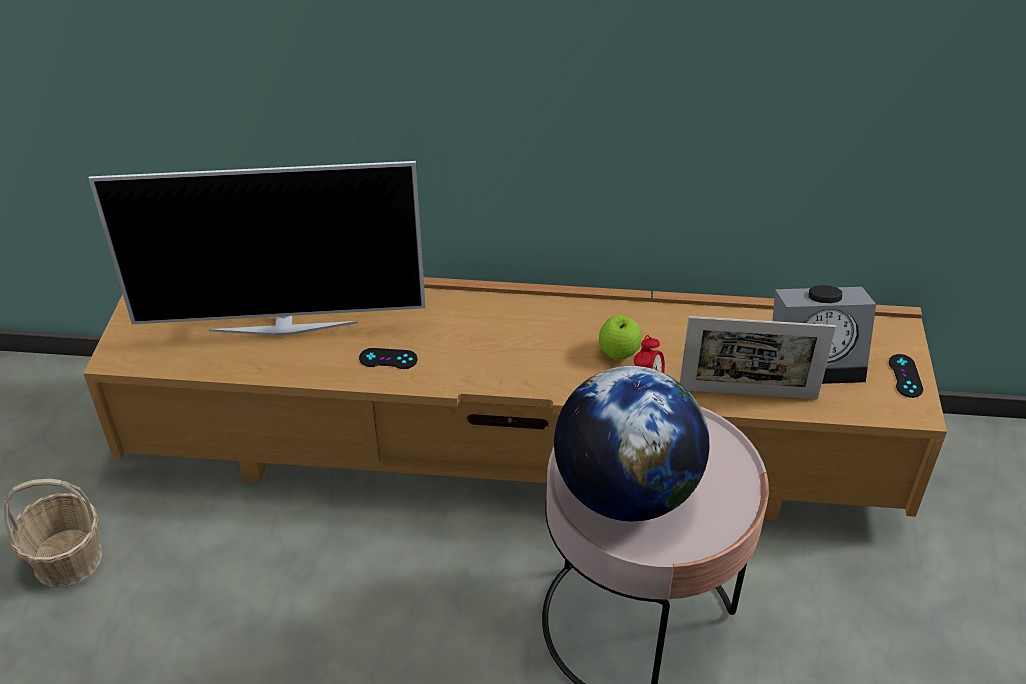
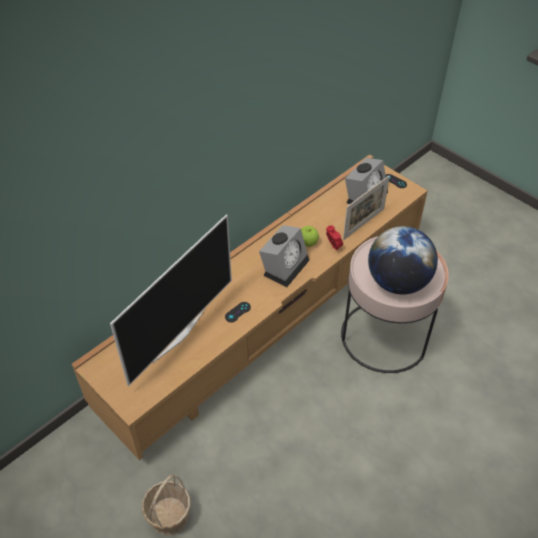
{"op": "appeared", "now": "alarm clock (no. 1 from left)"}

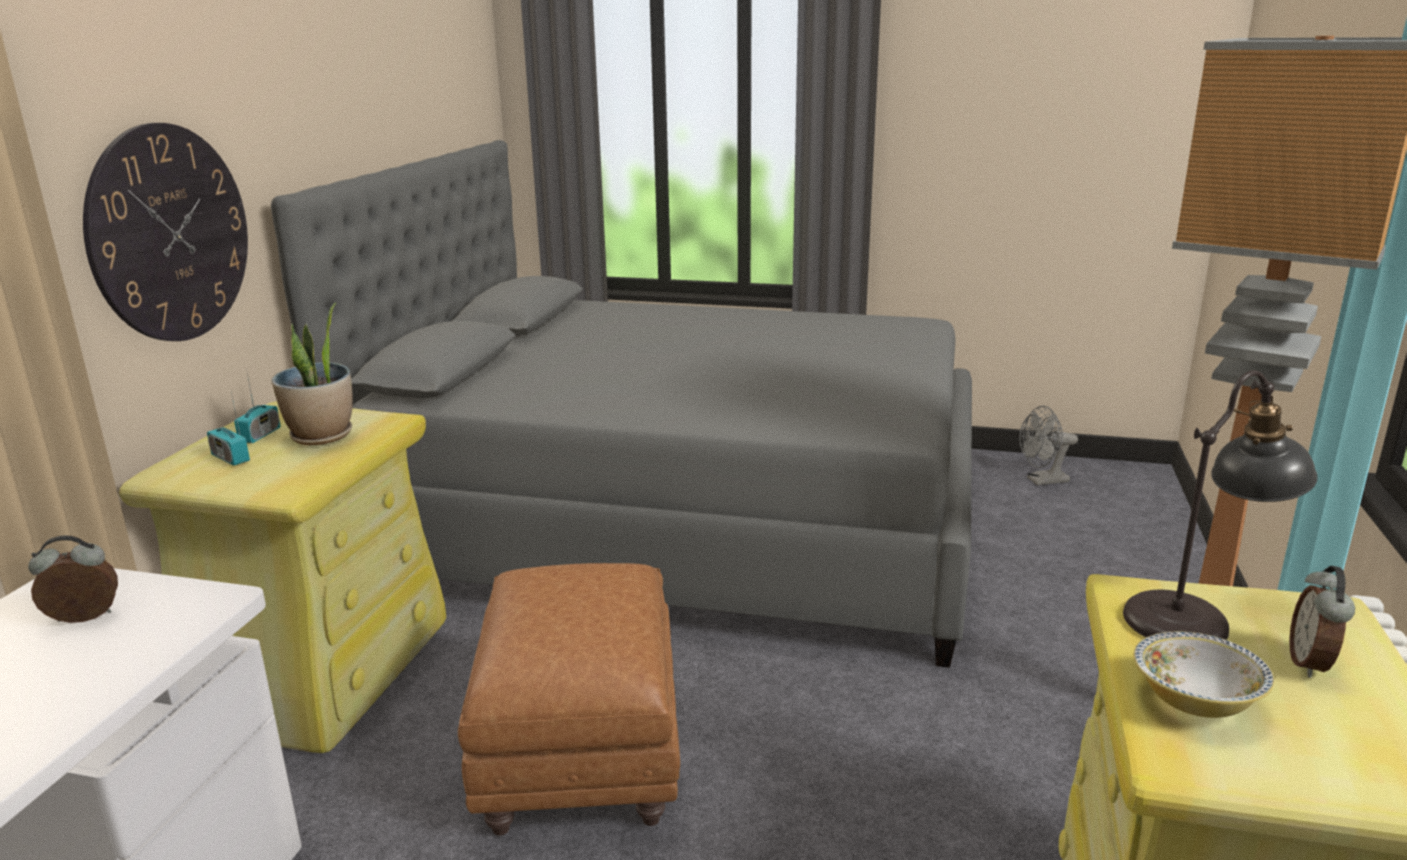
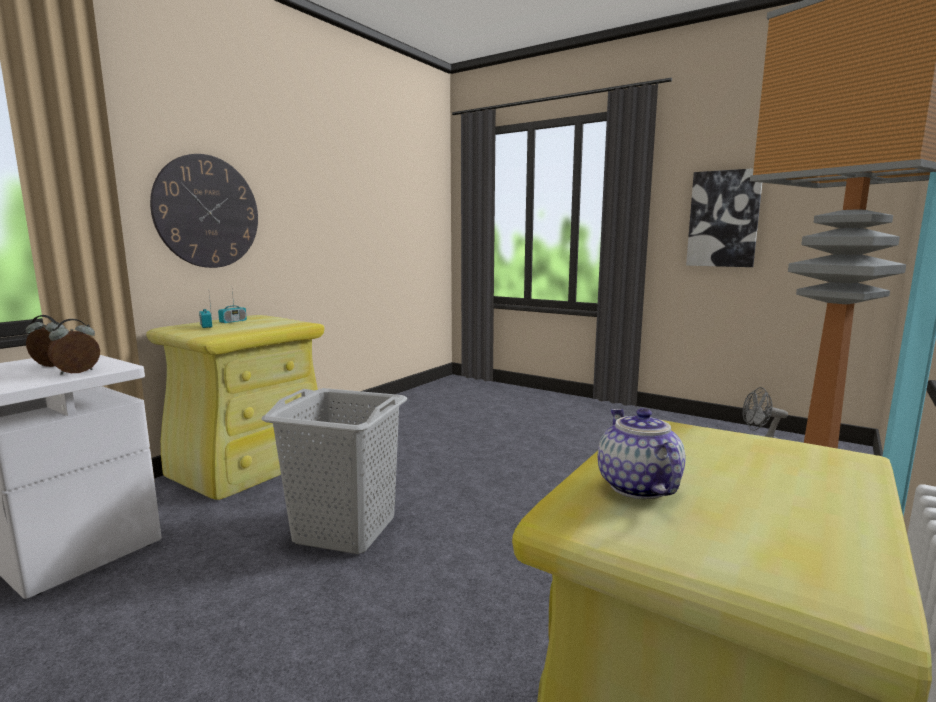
{"op": "missing", "was": "bed (grey)"}
{"op": "missing", "was": "potted plant"}
{"op": "exchanged", "was": "ottoman (brown)", "now": "laundry basket (grey)"}
{"op": "missing", "was": "table lamp (grey)"}
{"op": "exchanged", "was": "bowl", "now": "teapot"}
{"op": "relocated", "was": "alarm clock (no. 2 from left)"}
{"op": "appeared", "now": "picture"}

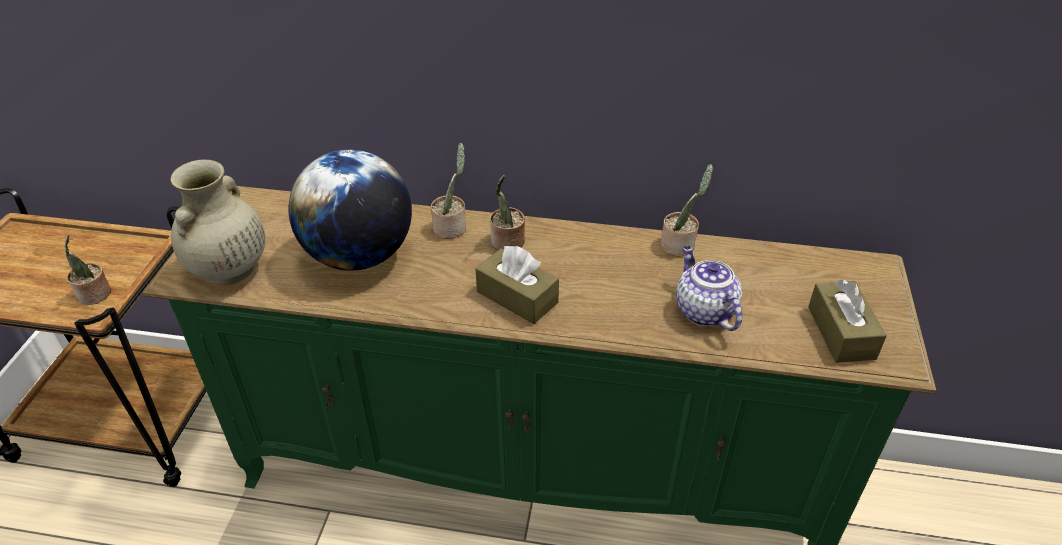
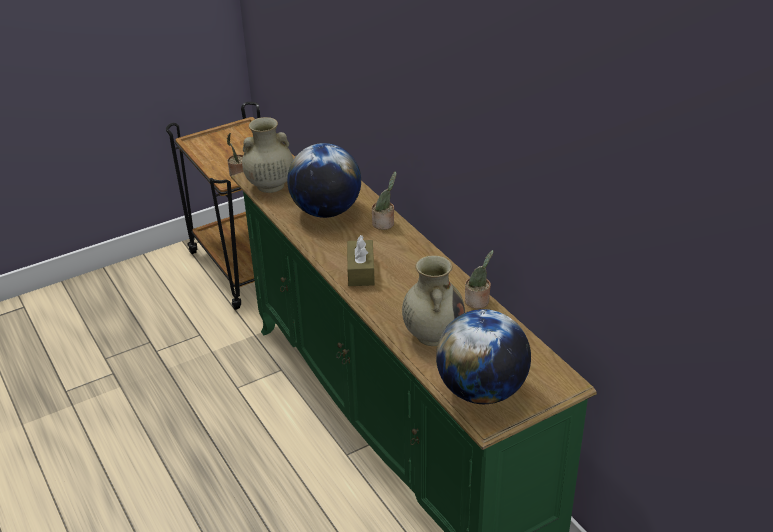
{"op": "missing", "was": "potted plant (no. 3 from left)"}
{"op": "exchanged", "was": "teapot", "now": "vase (beige) (no. 2 from left)"}
{"op": "exchanged", "was": "tissue box (brown) (no. 2 from left)", "now": "globe (no. 2 from left)"}

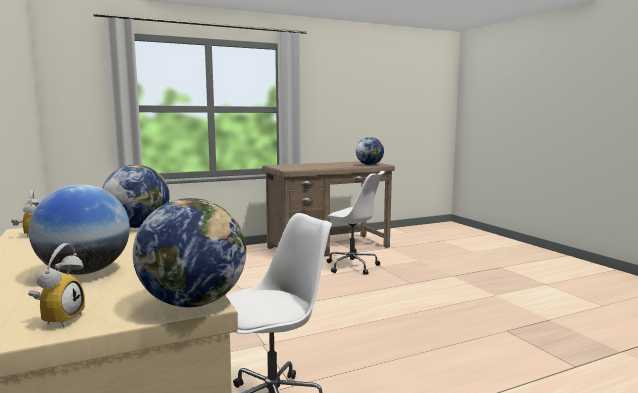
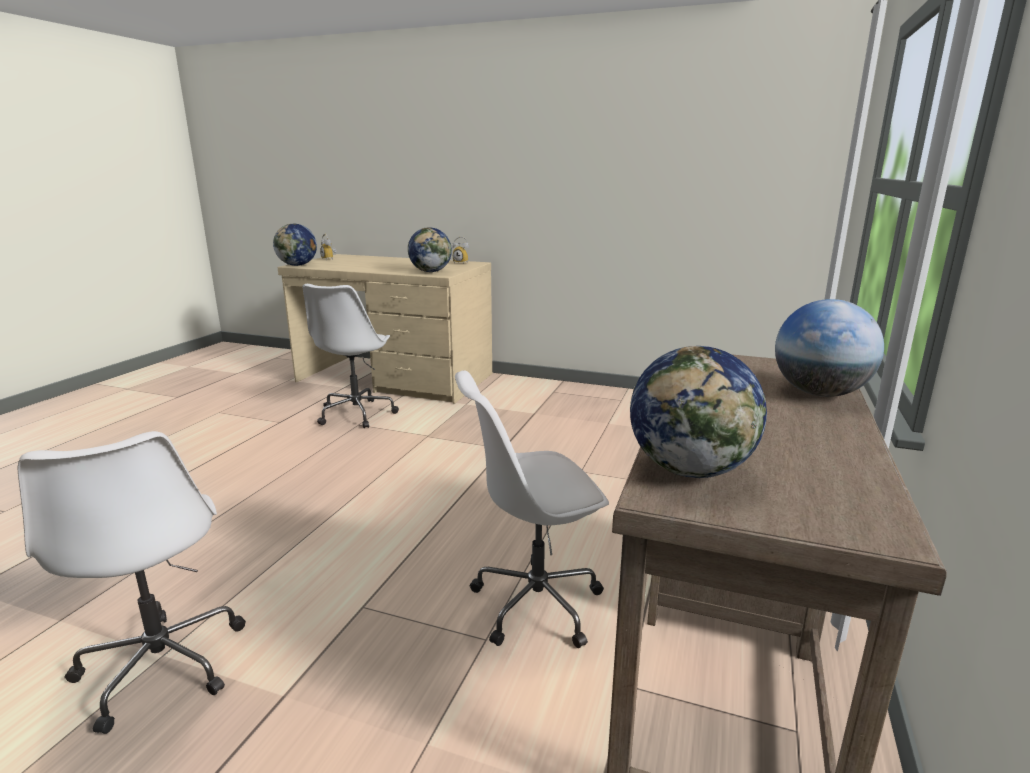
{"op": "relocated", "was": "globe (no. 1 from left in the first image)", "now": "globe (no. 4 from left)"}
{"op": "appeared", "now": "office chair (white) (no. 1 from left)"}

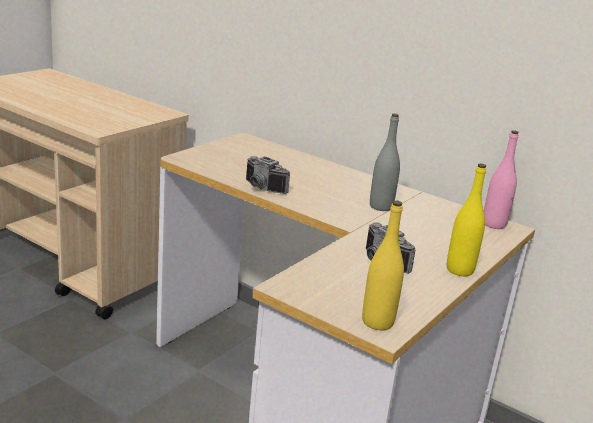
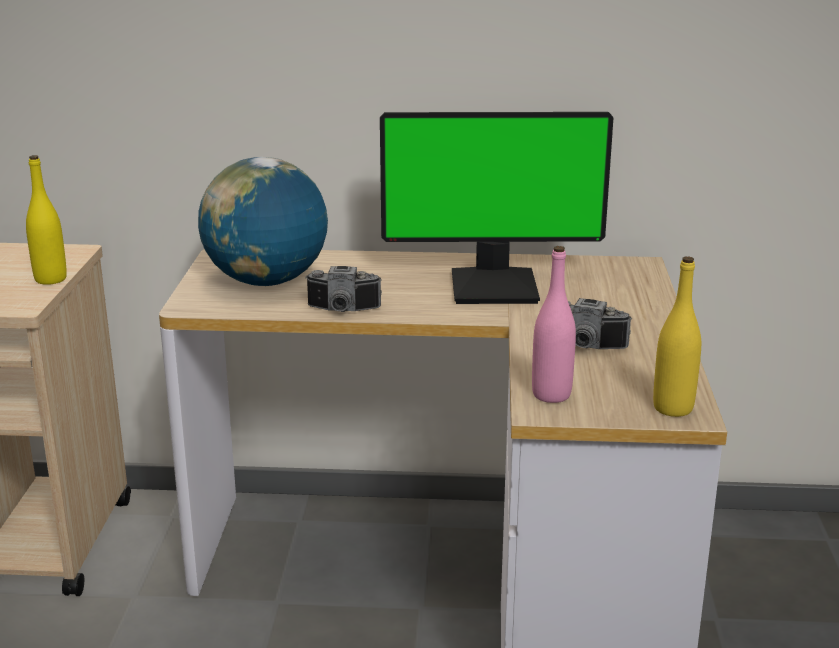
{"op": "exchanged", "was": "bottle (grey)", "now": "monitor"}
{"op": "relocated", "was": "bottle (yellow) (no. 2 from left in the first image)", "now": "bottle (yellow) (no. 1 from left)"}
{"op": "relocated", "was": "bottle (pink)"}
{"op": "appeared", "now": "globe"}

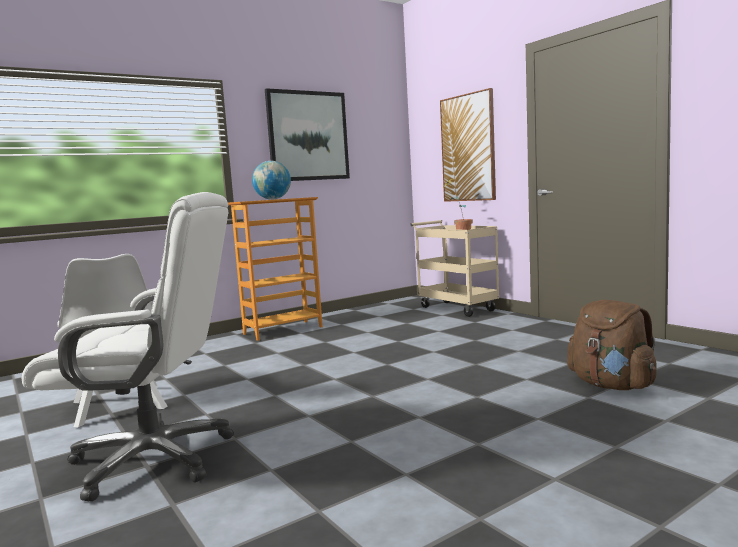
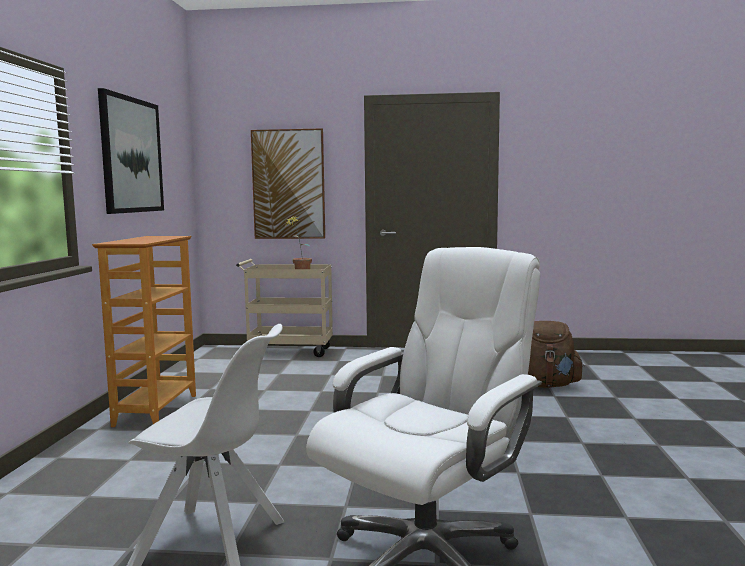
{"op": "missing", "was": "globe"}

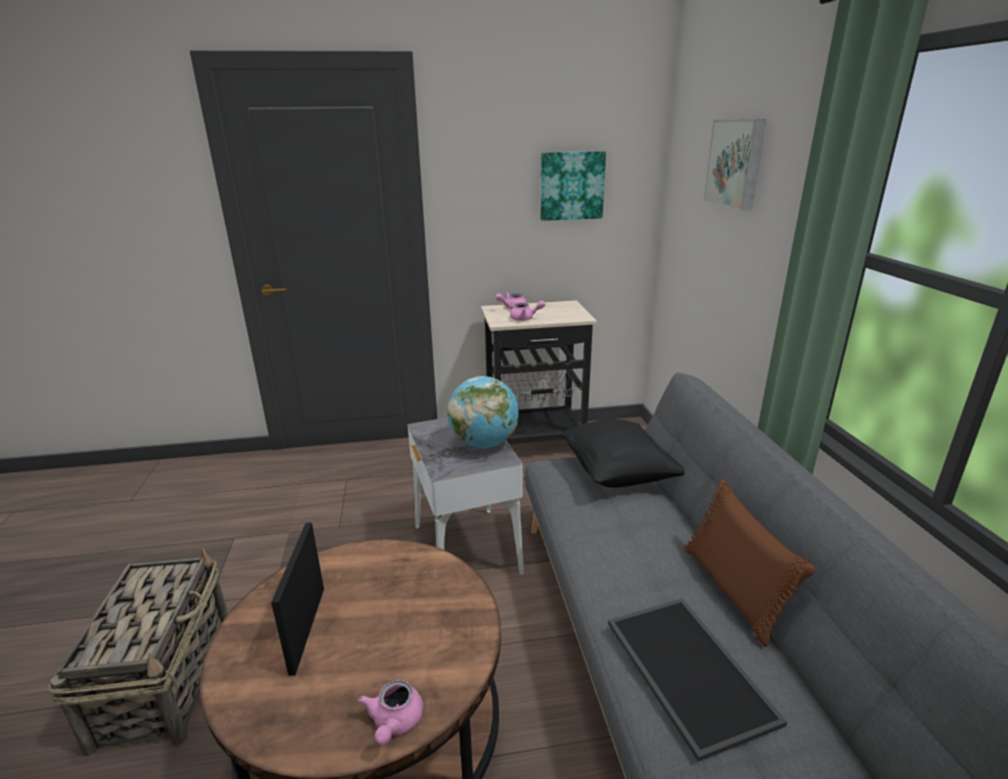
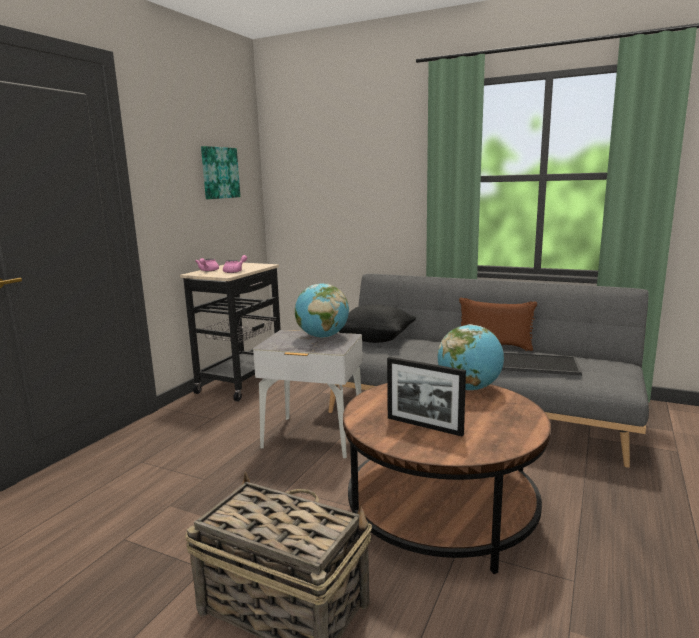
{"op": "missing", "was": "teapot (pink) (no. 1 from left)"}
{"op": "missing", "was": "picture (no. 2 from left)"}
{"op": "appeared", "now": "globe (no. 2 from left)"}

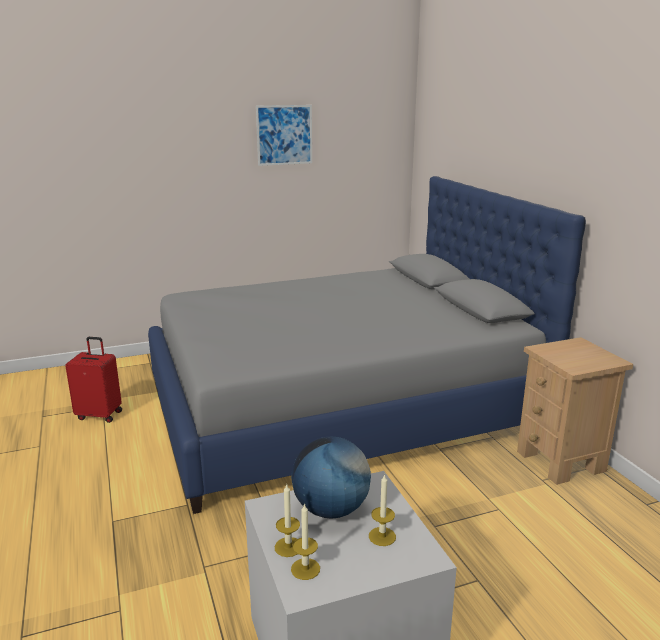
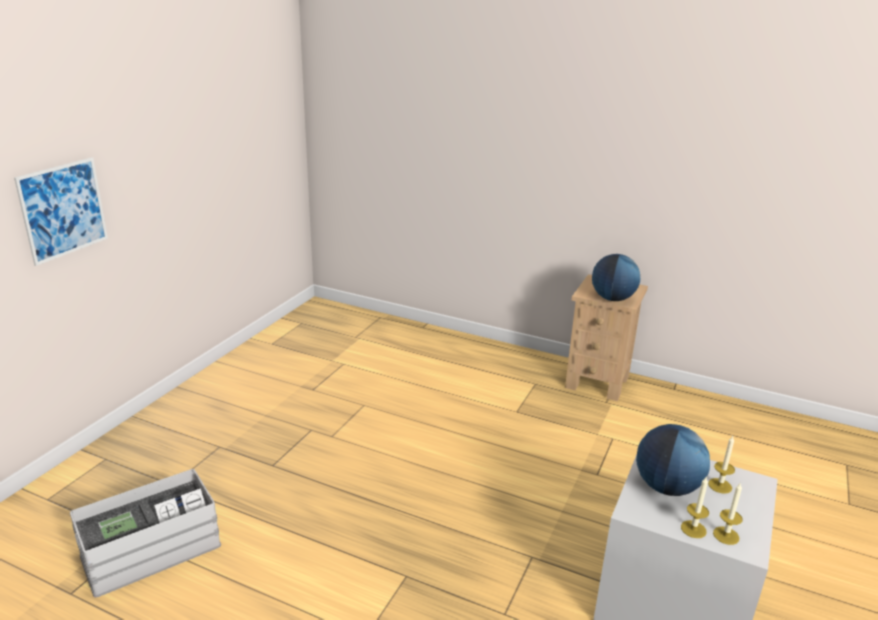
{"op": "exchanged", "was": "suitcase (red)", "now": "storage box (grey) (no. 1 from left)"}
{"op": "missing", "was": "bed (grey)"}
{"op": "relocated", "was": "picture"}
{"op": "appeared", "now": "globe (no. 1 from left)"}

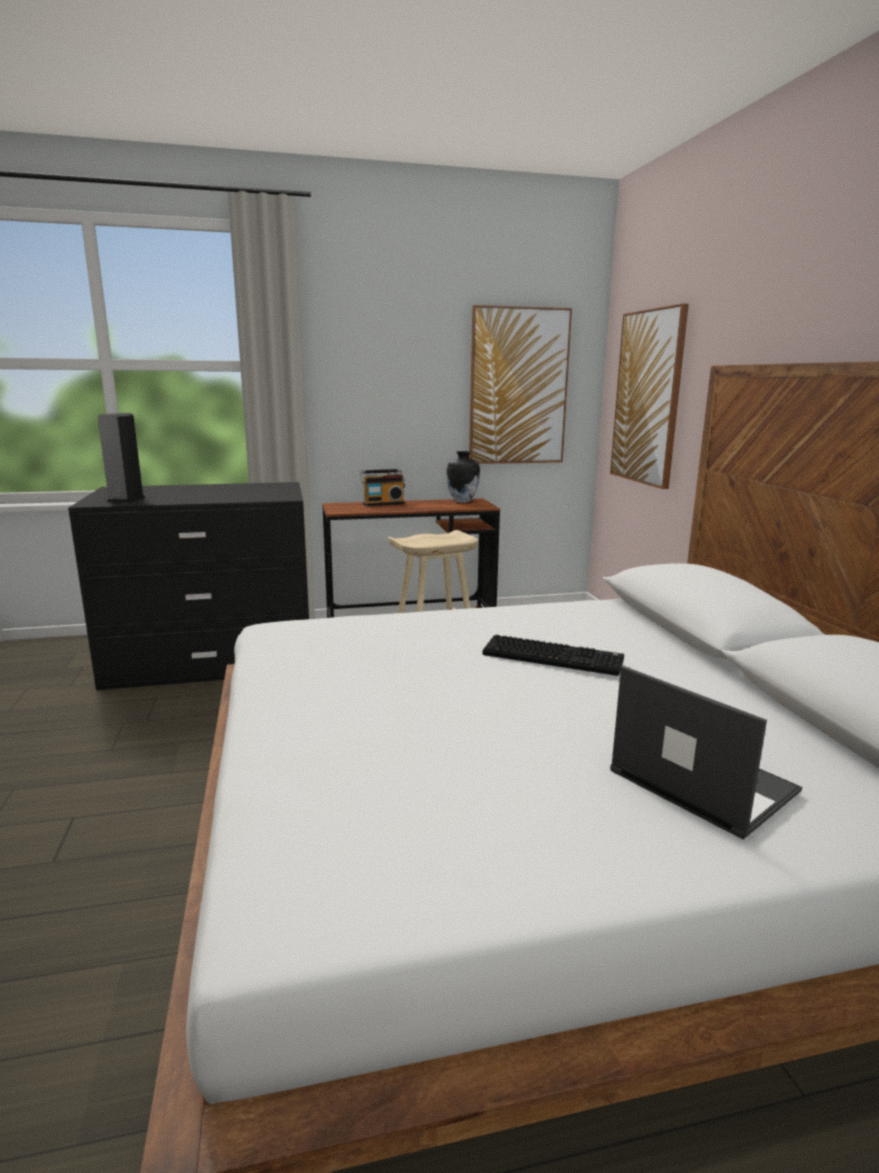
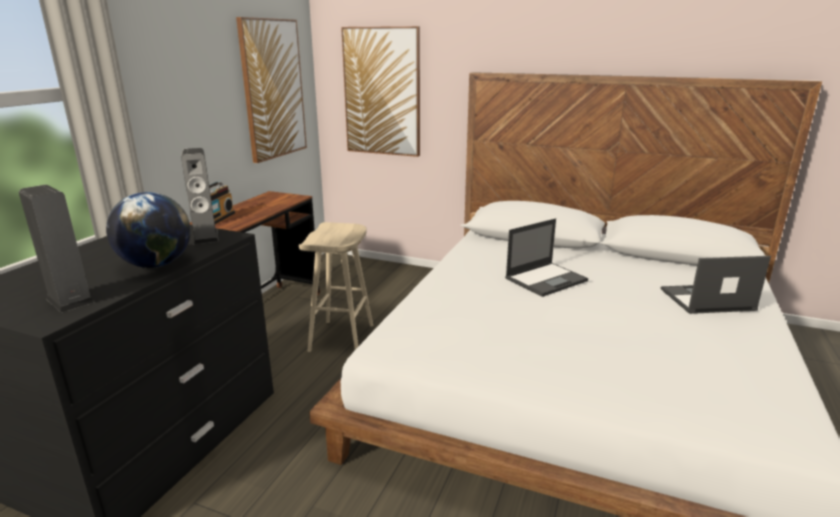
{"op": "missing", "was": "vase"}
{"op": "exchanged", "was": "keyboard", "now": "laptop (no. 1 from left)"}
{"op": "appeared", "now": "globe"}
{"op": "appeared", "now": "speaker (no. 2 from left)"}

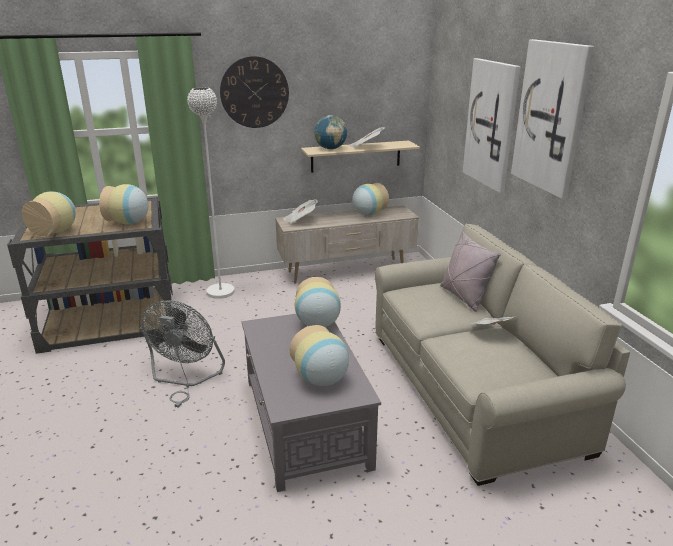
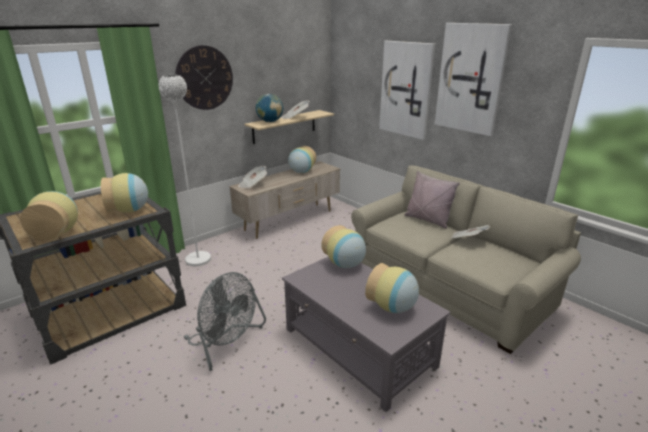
{"op": "spun", "was": "fan (grey)", "clockwise": 135}

